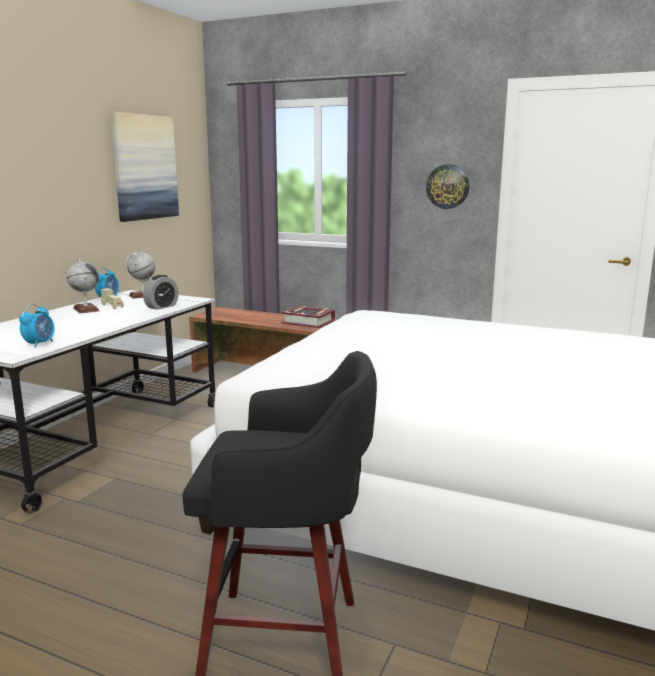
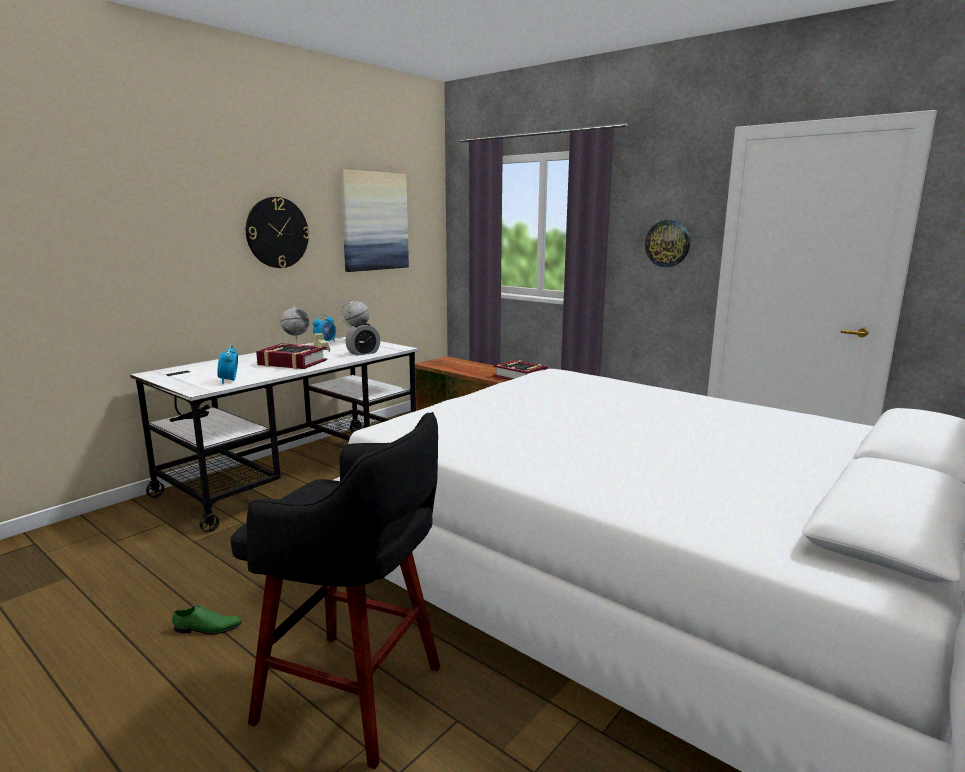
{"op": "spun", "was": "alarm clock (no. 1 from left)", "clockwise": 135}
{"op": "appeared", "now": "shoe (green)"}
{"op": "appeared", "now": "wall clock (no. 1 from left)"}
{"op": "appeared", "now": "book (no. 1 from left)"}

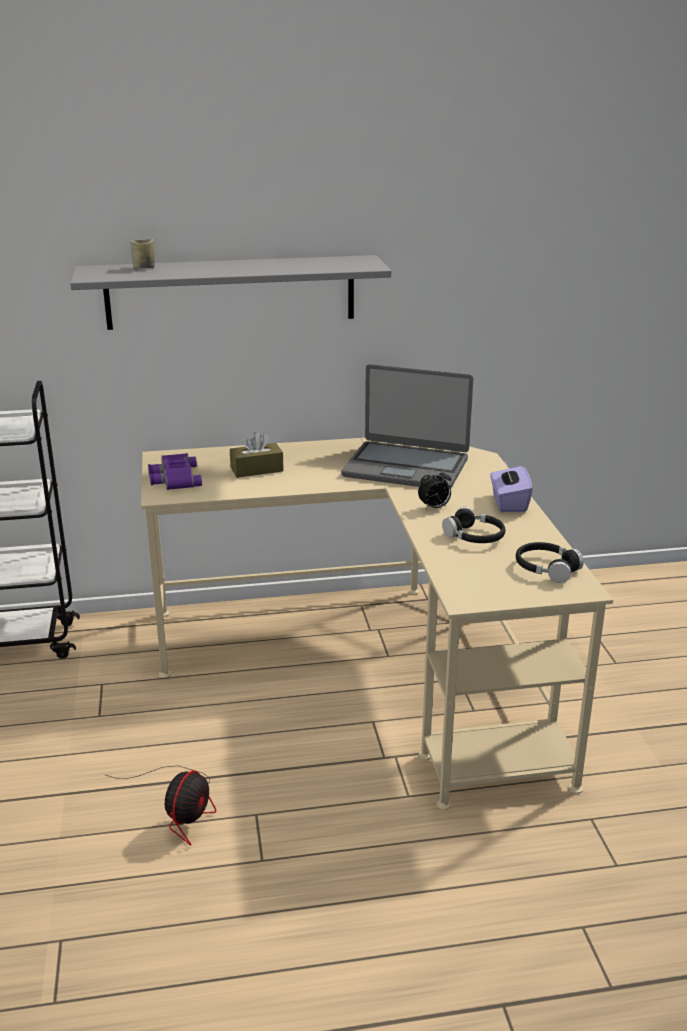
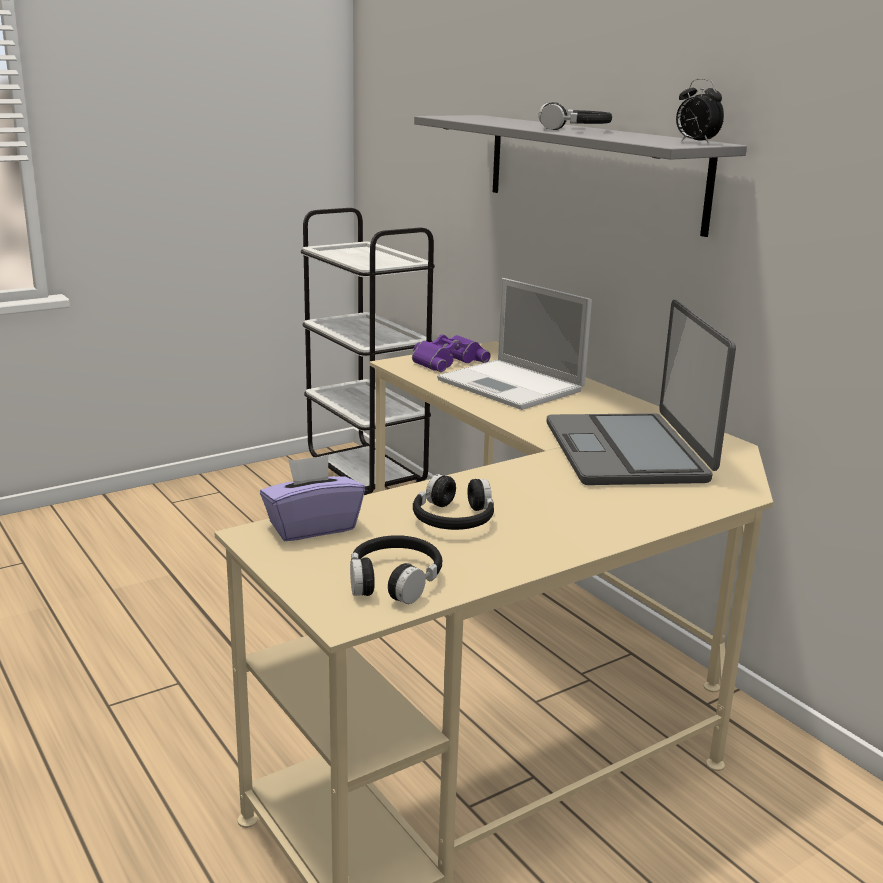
{"op": "missing", "was": "fan"}
{"op": "missing", "was": "cup"}
{"op": "exchanged", "was": "tissue box (brown)", "now": "laptop (no. 1 from left)"}
{"op": "relocated", "was": "alarm clock"}
{"op": "relocated", "was": "tissue box (purple)"}
{"op": "appeared", "now": "headphones (black) (no. 3 from left)"}

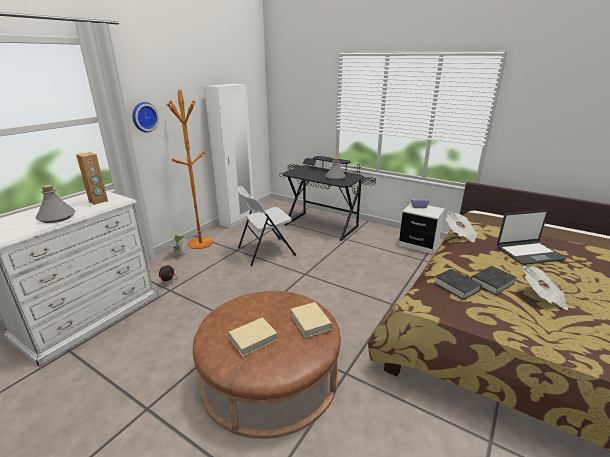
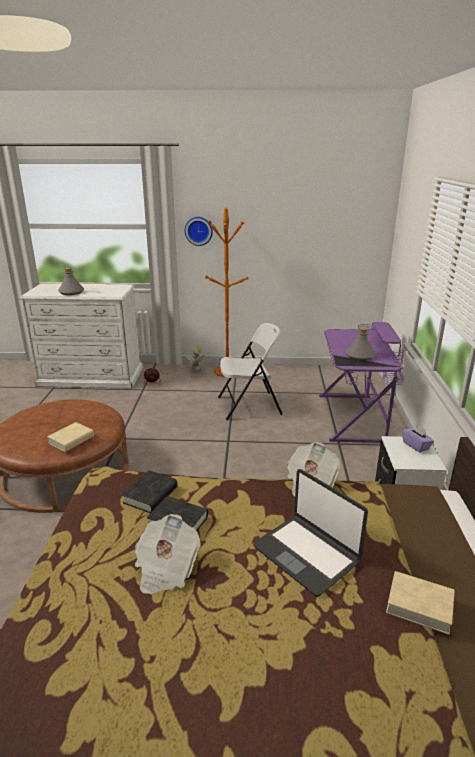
{"op": "missing", "was": "speaker (brown)"}
{"op": "missing", "was": "wardrobe (white)"}
{"op": "relocated", "was": "book (beige) (no. 1 from left in the first image)", "now": "book (beige) (no. 2 from left)"}
{"op": "spun", "was": "chair (white)", "clockwise": 135}
{"op": "colour", "was": "desk (black)", "now": "desk (purple)"}

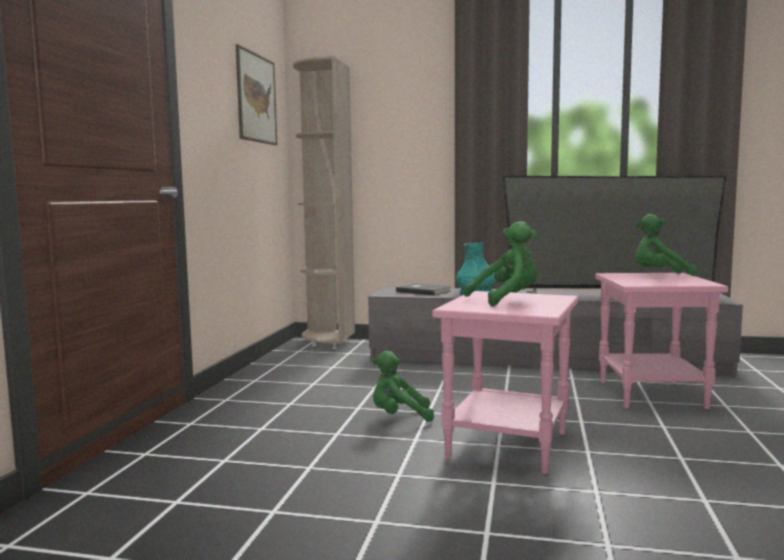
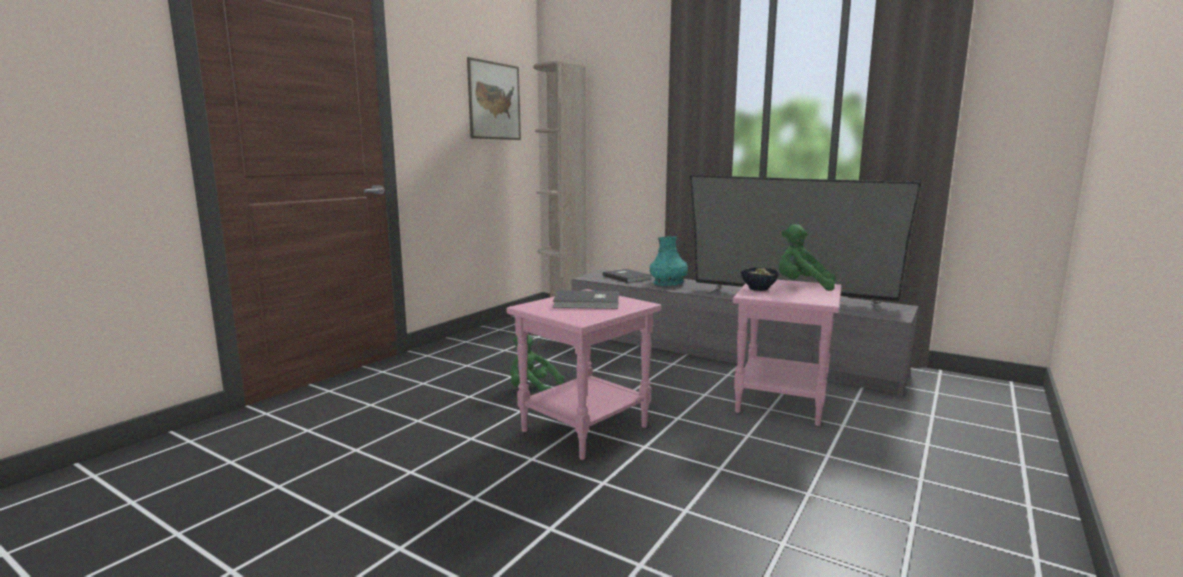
{"op": "exchanged", "was": "plush toy (green) (no. 2 from left)", "now": "book (grey) (no. 1 from left)"}
{"op": "appeared", "now": "bowl"}

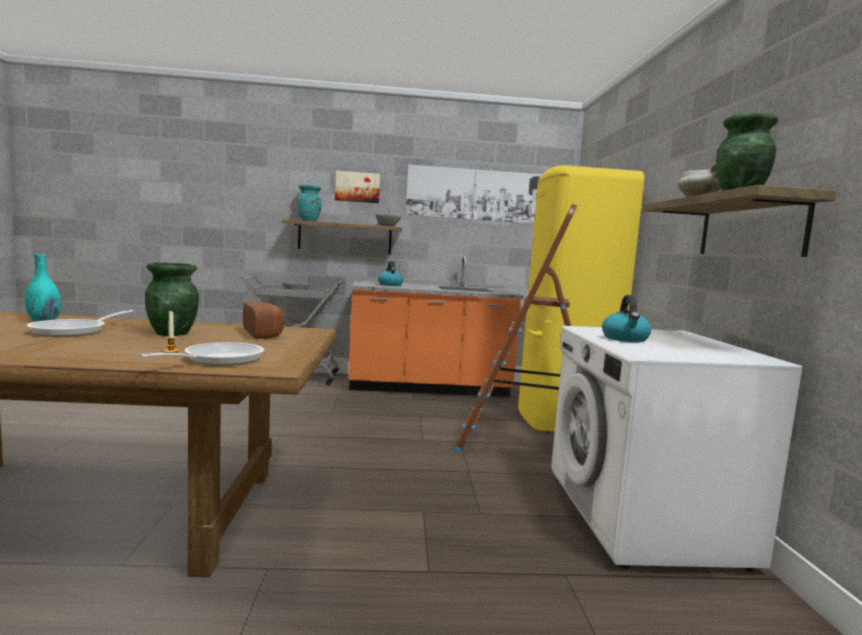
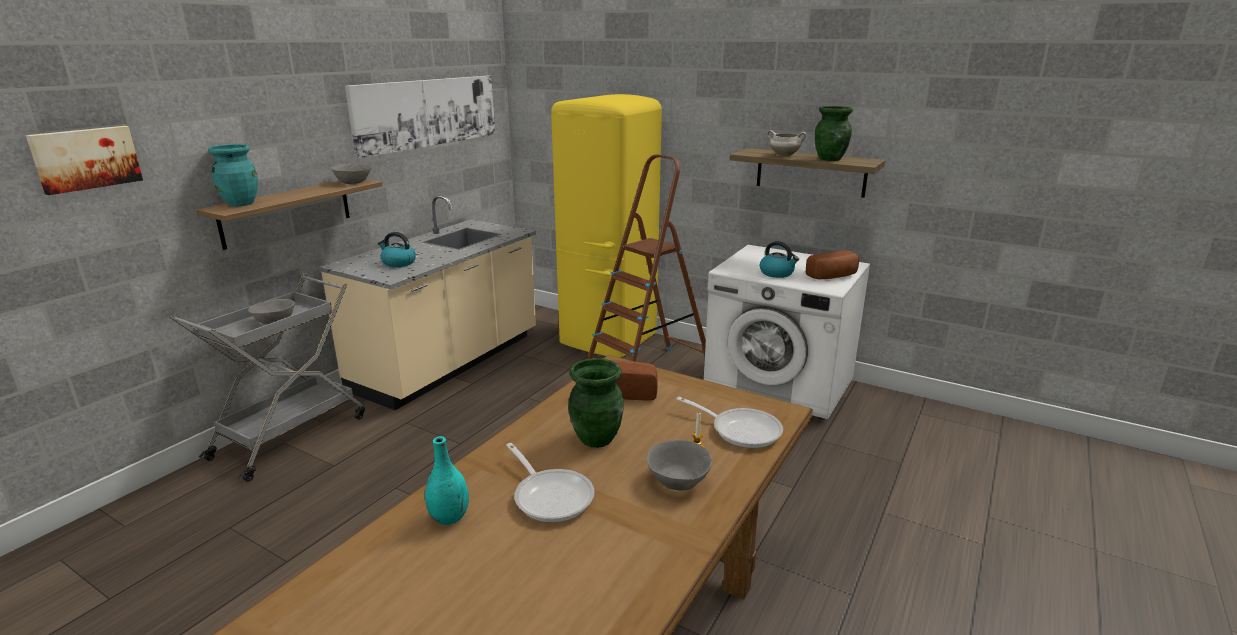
{"op": "spun", "was": "frying pan (no. 2 from left)", "clockwise": 150}
{"op": "relocated", "was": "picture (no. 1 from left)"}
{"op": "colour", "was": "counter (orange)", "now": "counter (beige)"}
{"op": "appeared", "now": "bowl (grey) (no. 3 from left)"}
{"op": "appeared", "now": "bread (no. 2 from left)"}

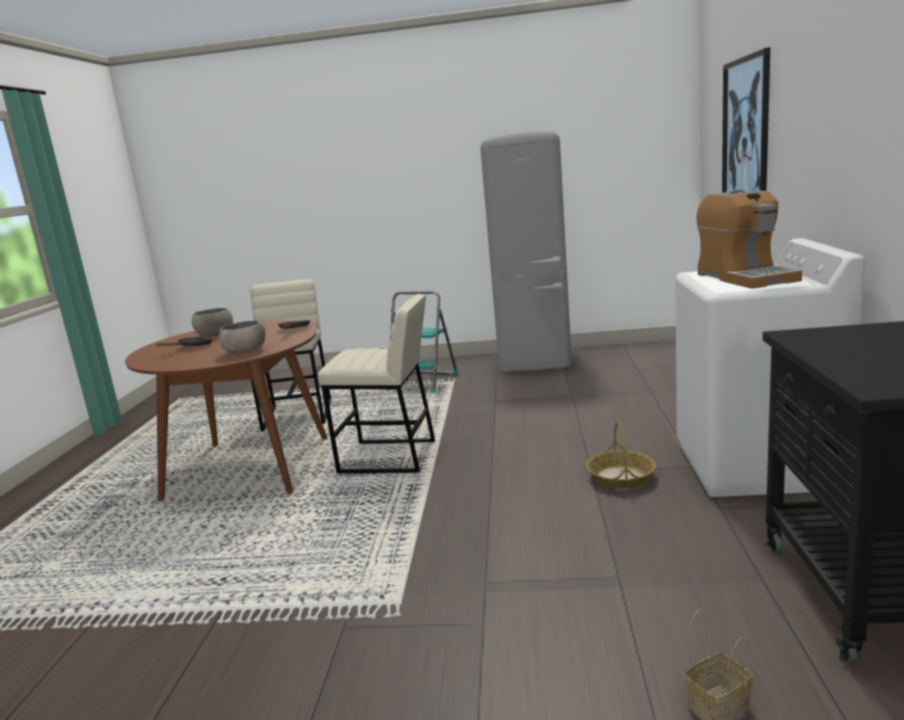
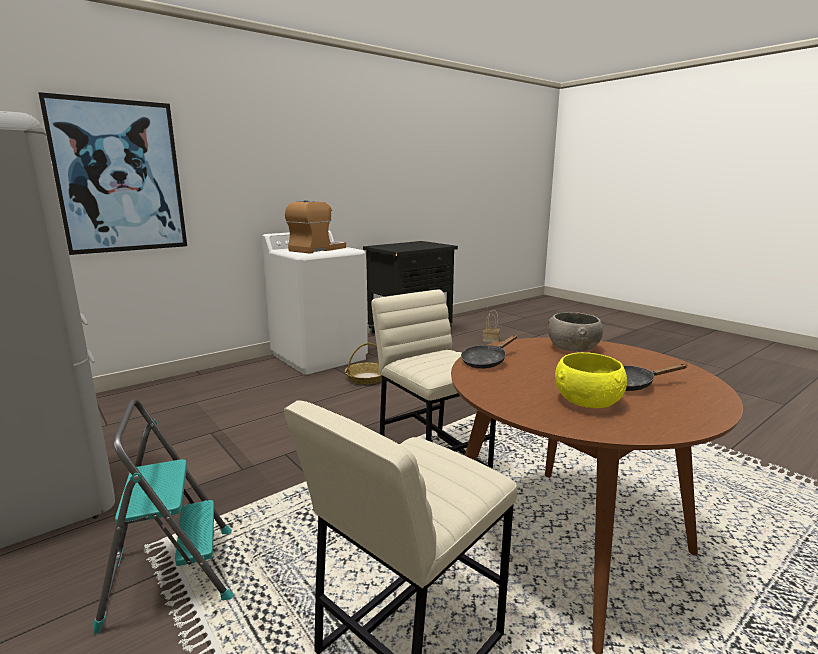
{"op": "colour", "was": "bowl (grey) (no. 1 from left)", "now": "bowl (yellow)"}

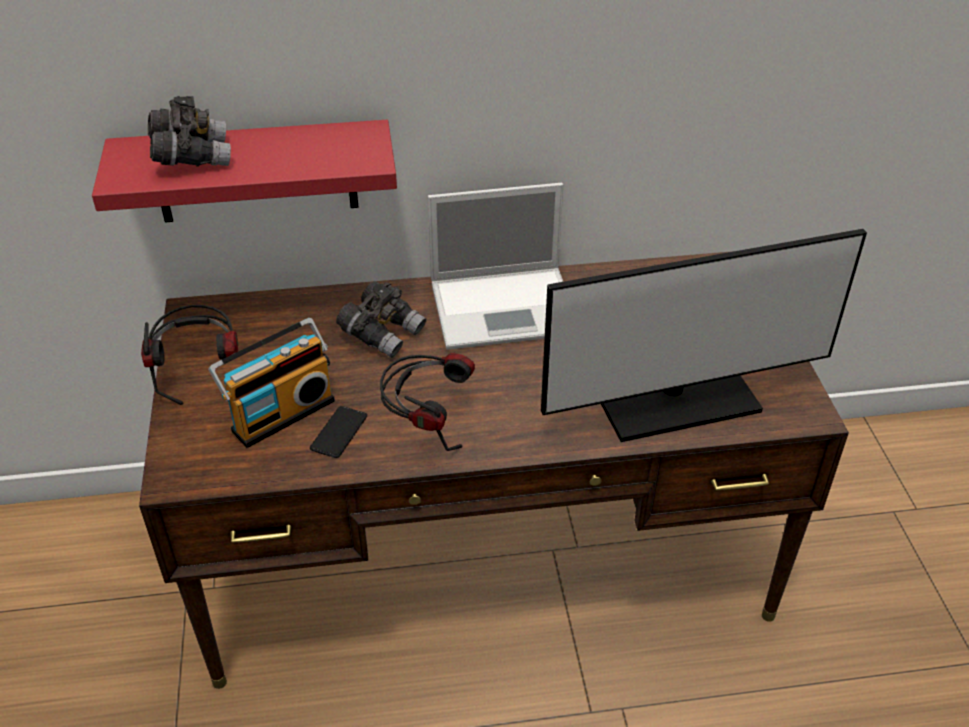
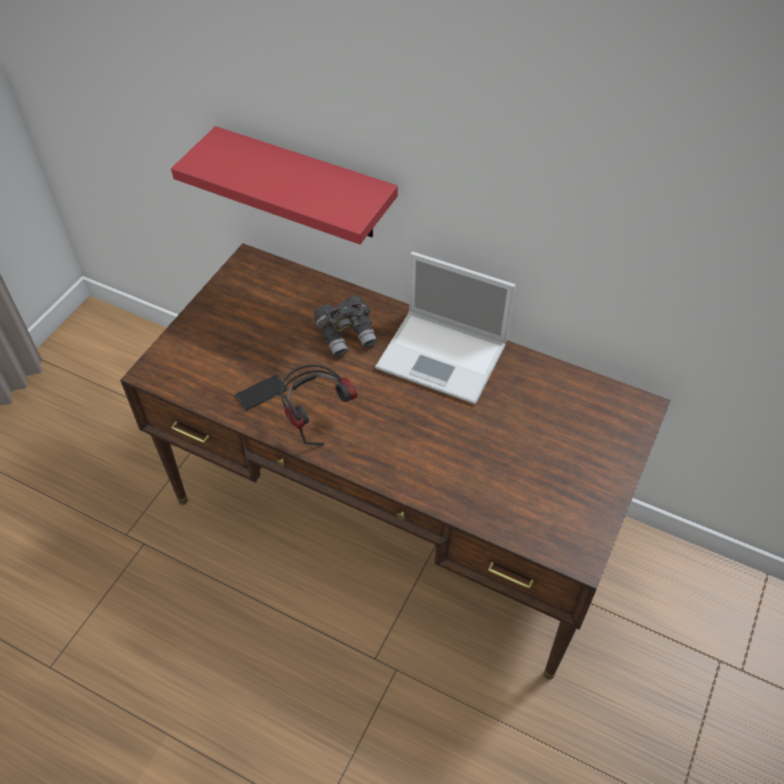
{"op": "missing", "was": "headphones (no. 1 from left)"}
{"op": "missing", "was": "binoculars (grey) (no. 1 from left)"}
{"op": "missing", "was": "radio"}
{"op": "missing", "was": "monitor"}

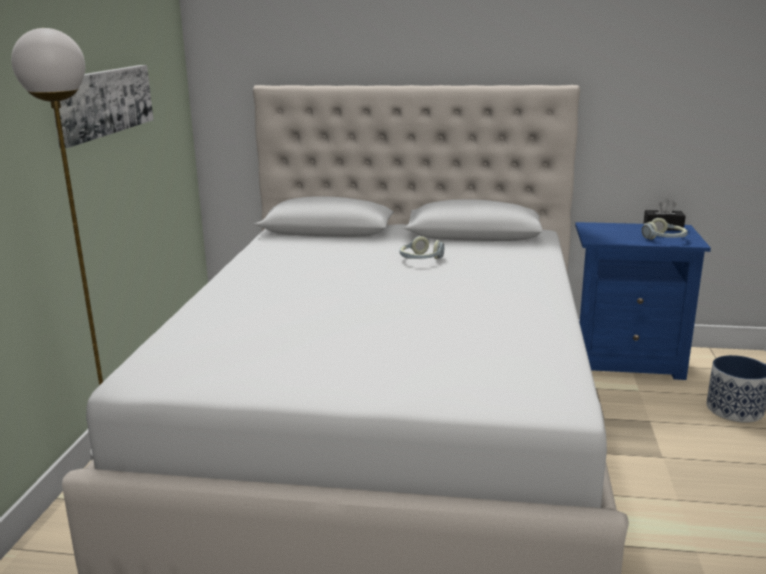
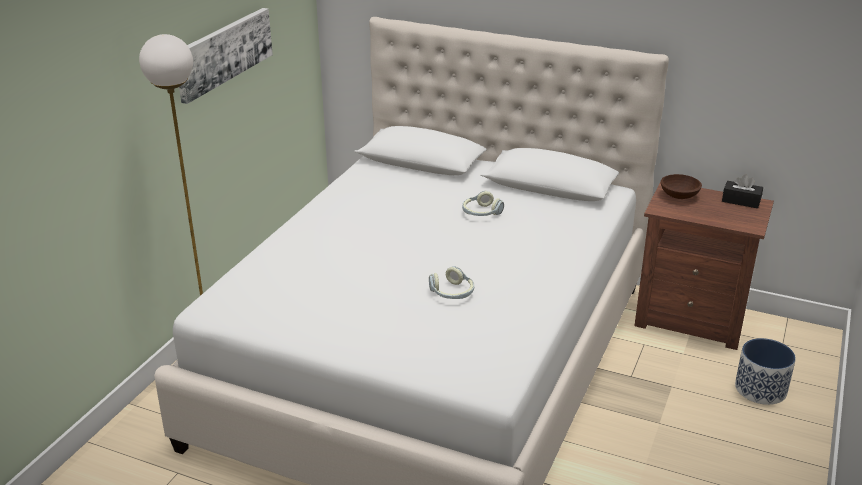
{"op": "colour", "was": "nightstand (blue)", "now": "nightstand (brown)"}
{"op": "relocated", "was": "headphones (no. 2 from left in the first image)", "now": "headphones (no. 1 from left)"}
{"op": "appeared", "now": "bowl (brown)"}

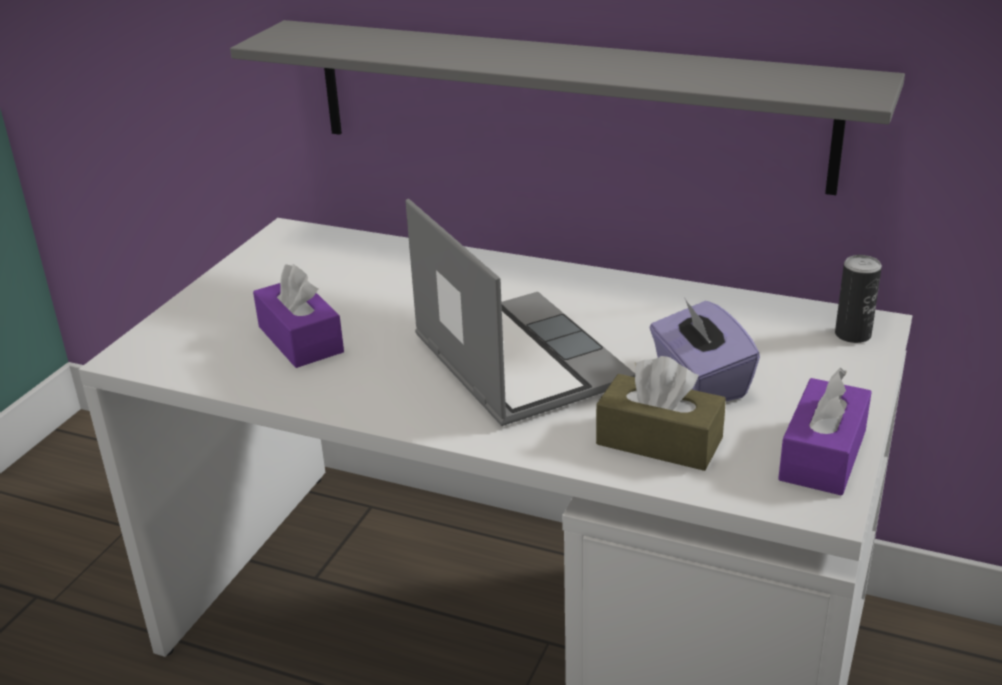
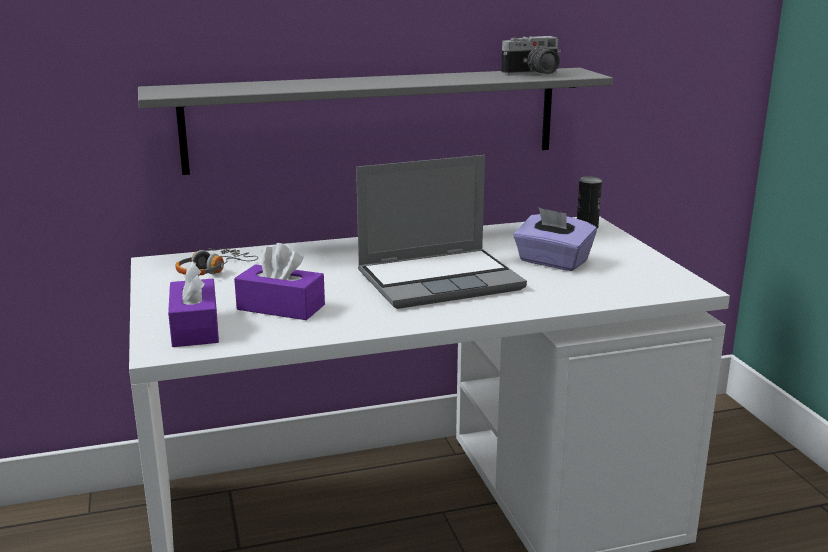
{"op": "spun", "was": "laptop", "clockwise": 135}
{"op": "missing", "was": "tissue box (brown)"}
{"op": "relocated", "was": "tissue box (purple) (no. 3 from left in the first image)", "now": "tissue box (purple) (no. 1 from left)"}
{"op": "appeared", "now": "headphones"}
{"op": "appeared", "now": "photo camera"}

